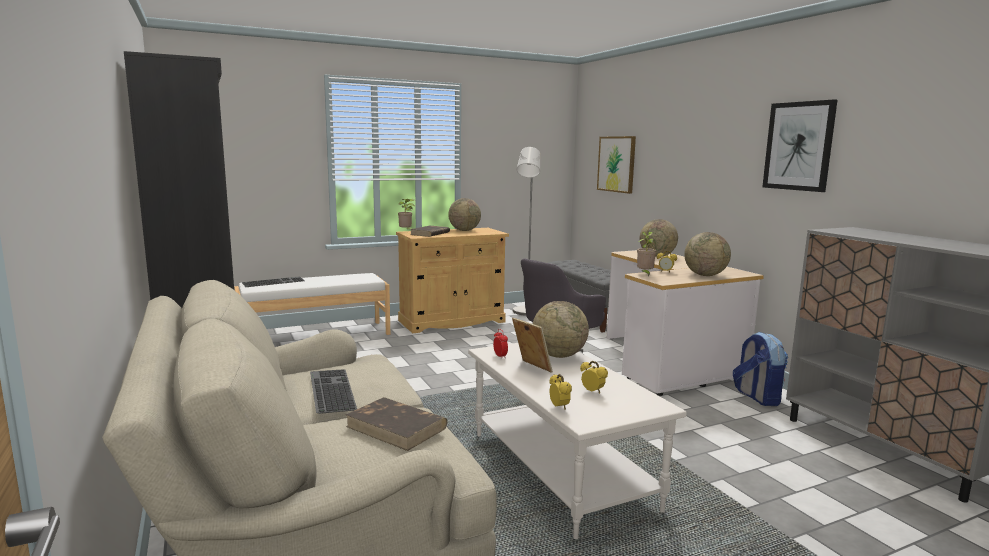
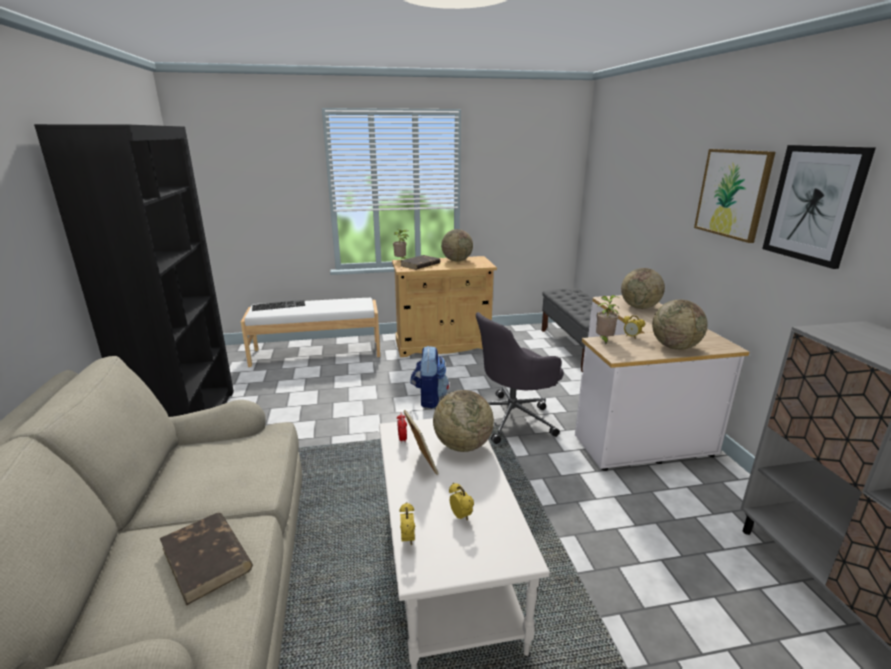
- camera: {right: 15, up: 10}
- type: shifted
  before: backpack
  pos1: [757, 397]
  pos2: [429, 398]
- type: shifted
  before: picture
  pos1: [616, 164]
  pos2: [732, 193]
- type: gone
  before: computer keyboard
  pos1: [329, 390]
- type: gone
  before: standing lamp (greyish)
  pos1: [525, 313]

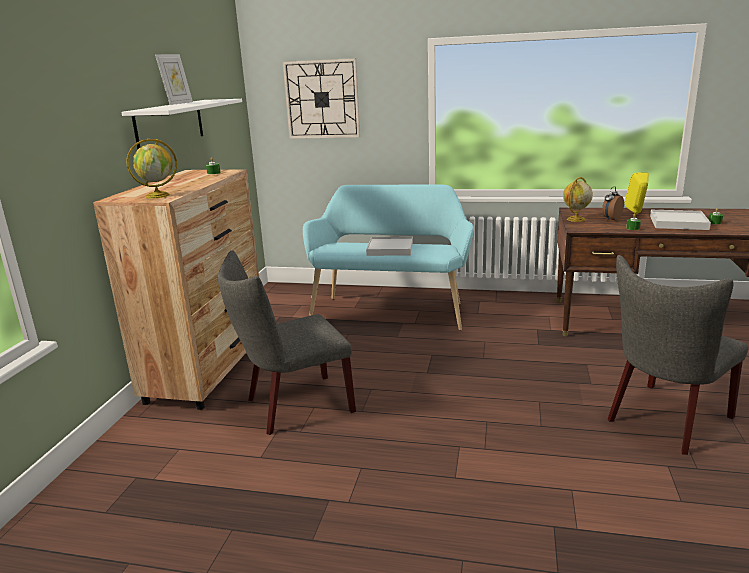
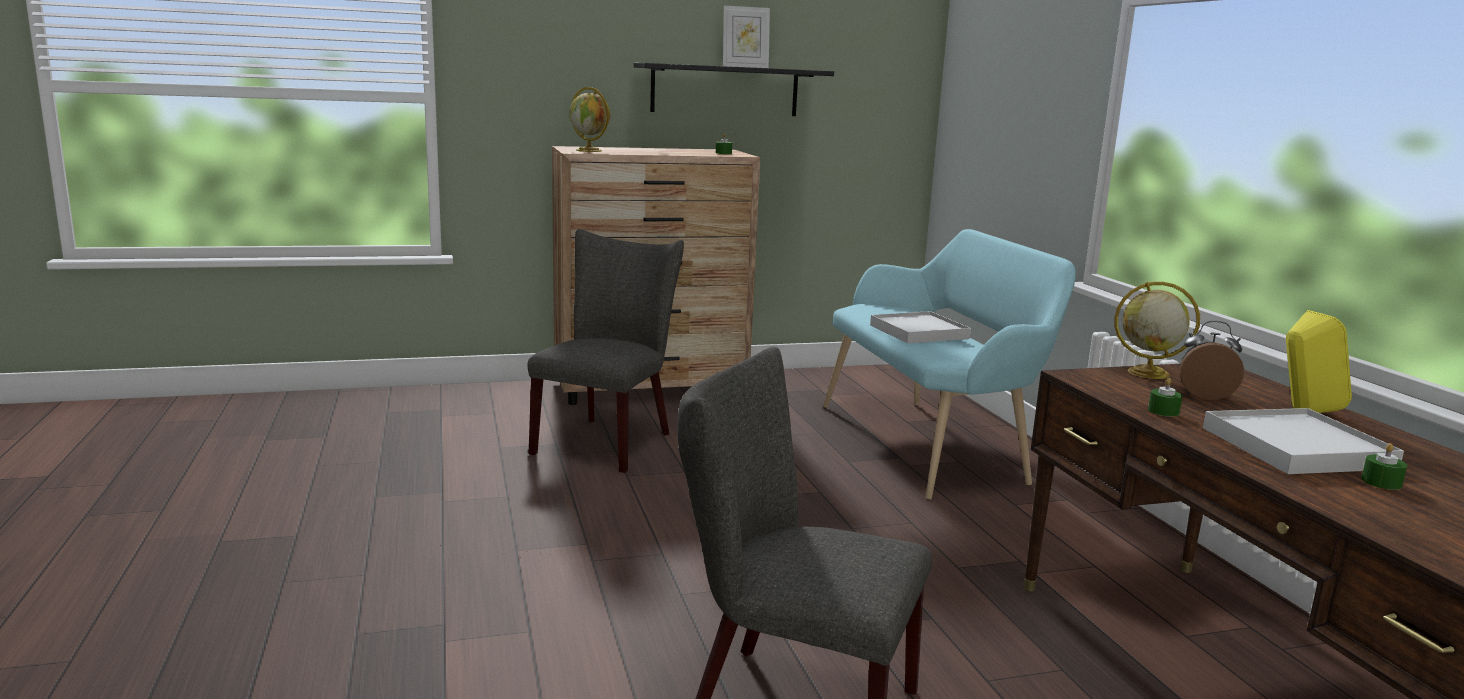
- camera: {right: 60, up: -5}
- type: rotated
  before: plain chair (greyish)
  pos1: [293, 406]
  pos2: [608, 440]
  turn: 75
- type: repainted
  before: bracket shelf (white)
  after: bracket shelf (black-coloured)
  pos1: [170, 124]
  pos2: [725, 90]
- type: gone
  before: wall clock
  pos1: [322, 99]

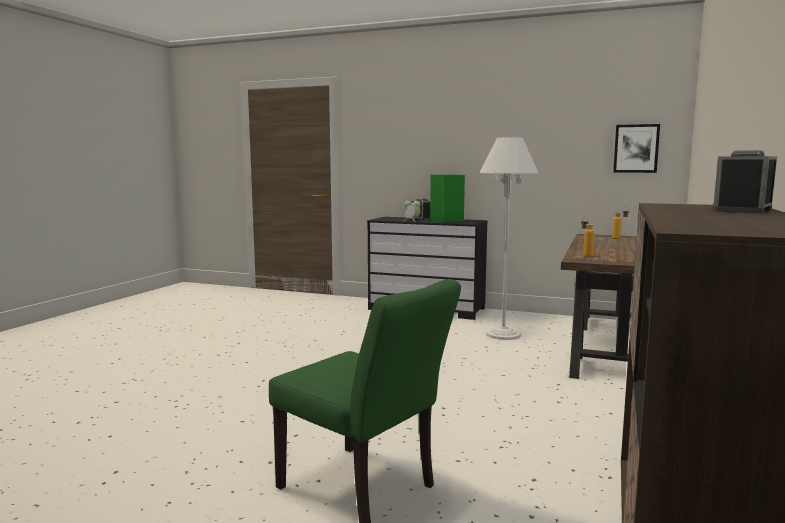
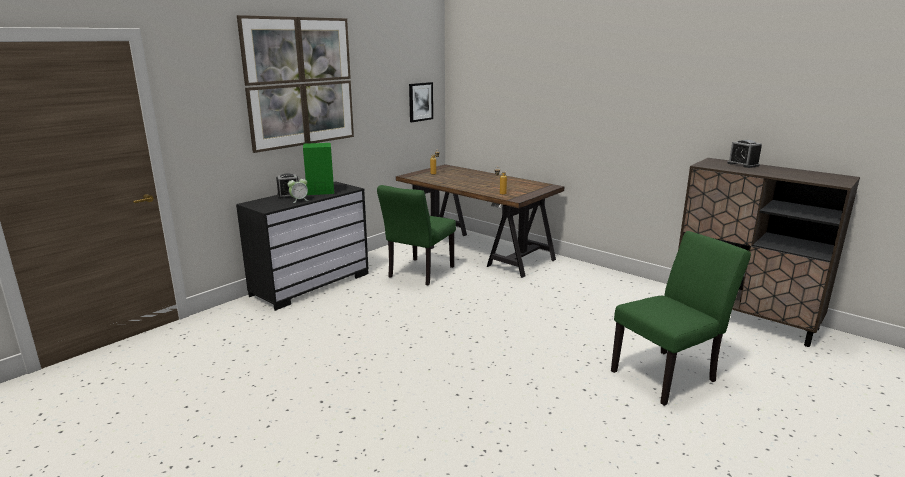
- camera: {right: -70, up: 10}
- type: new
  after: picture
  pos2: [300, 82]
- type: swapped
  before: standing lamp (white)
  after: plain chair (greenish)
  pos1: [503, 334]
  pos2: [418, 273]

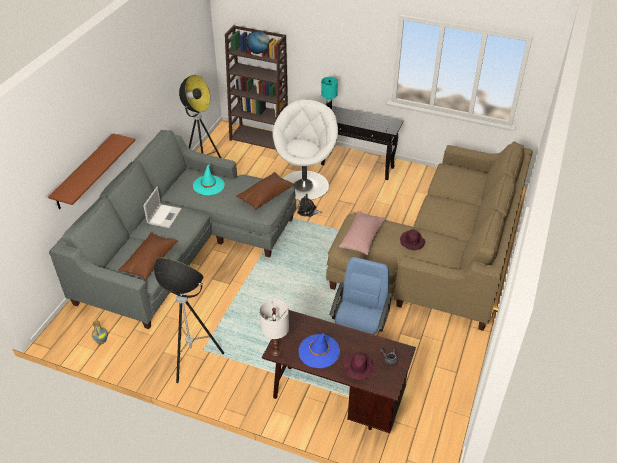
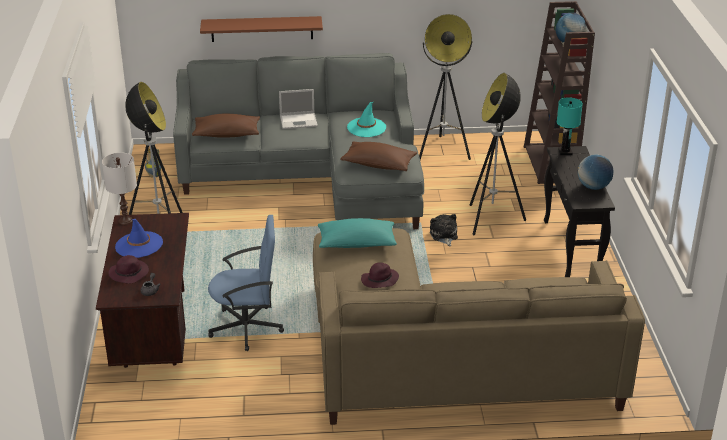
- camera: {right: 65, up: -10}
- type: repainted
  before: throw pillow (pinkish)
  after: throw pillow (turquoise)
  pos1: [362, 238]
  pos2: [356, 244]
- type: swapped
  before: armchair (white)
  after: standing lamp
  pos1: [305, 184]
  pos2: [491, 220]
- type: new
  after: world globe
  pos2: [593, 187]

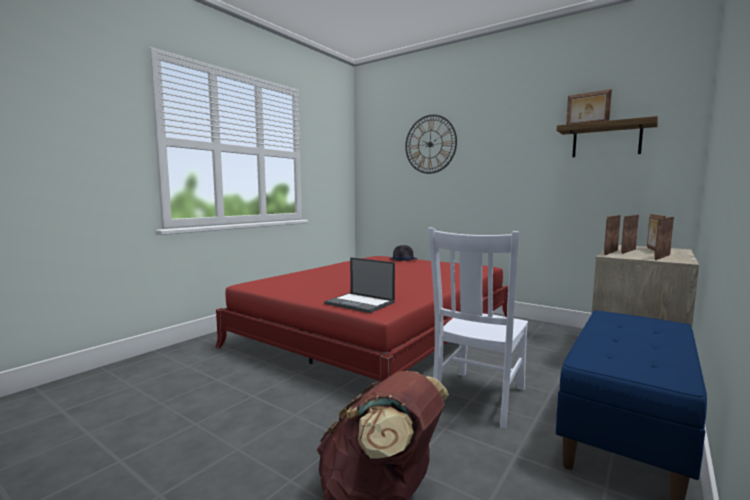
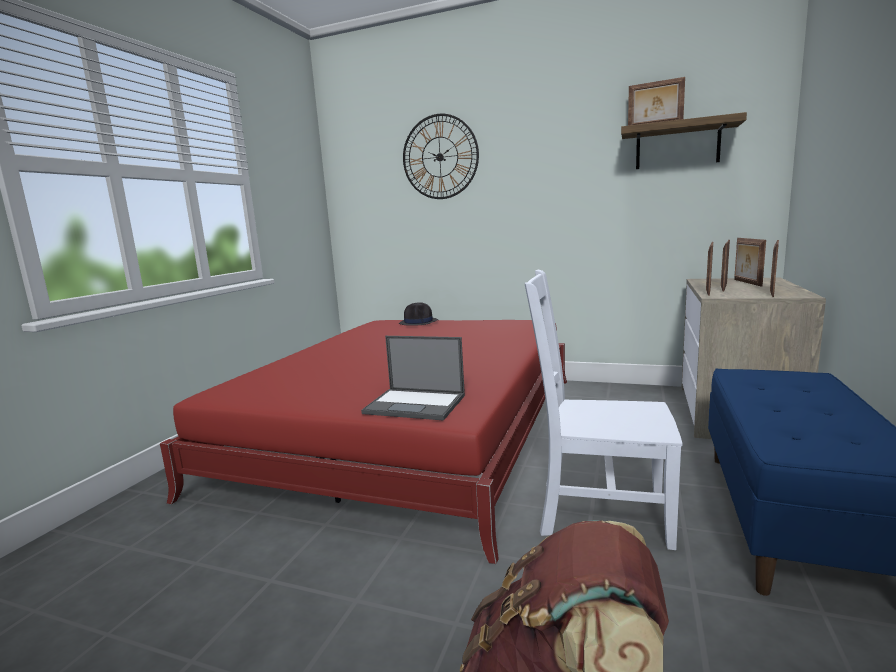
- camera: {right: -15, up: 5}
- type: rotated
  before: plain chair (white)
  pos1: [478, 399]
  pos2: [598, 511]
  turn: 90

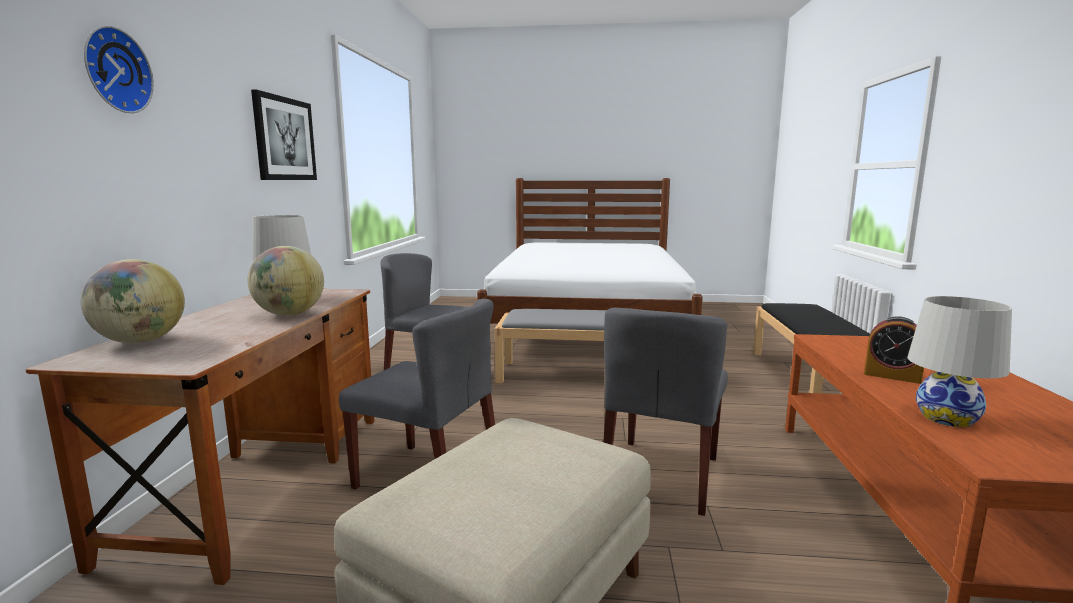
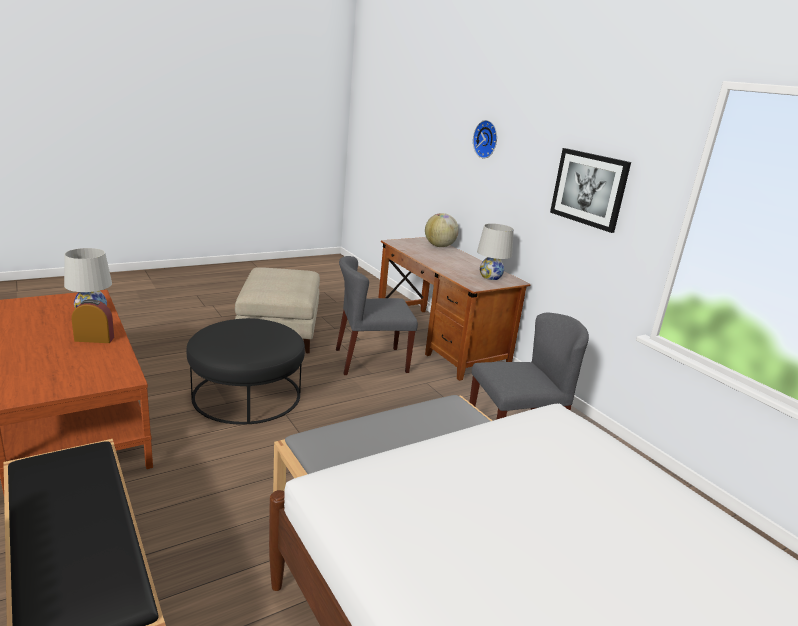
- camera: {right: 140, up: 10}
- type: swapped
  before: plain chair (greyish)
  after: pouffe (black-coloured)
  pos1: [661, 475]
  pos2: [247, 394]
- type: gone
  before: world globe
  pos1: [289, 314]

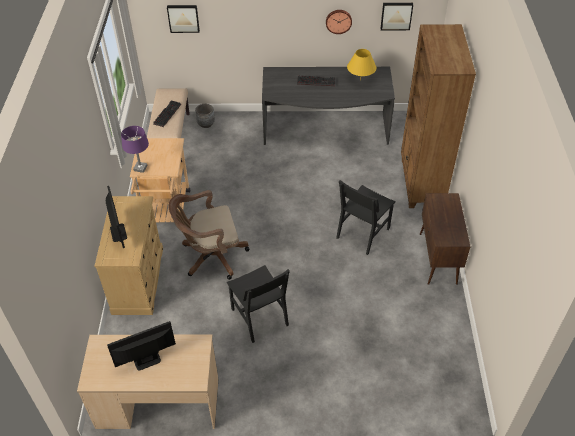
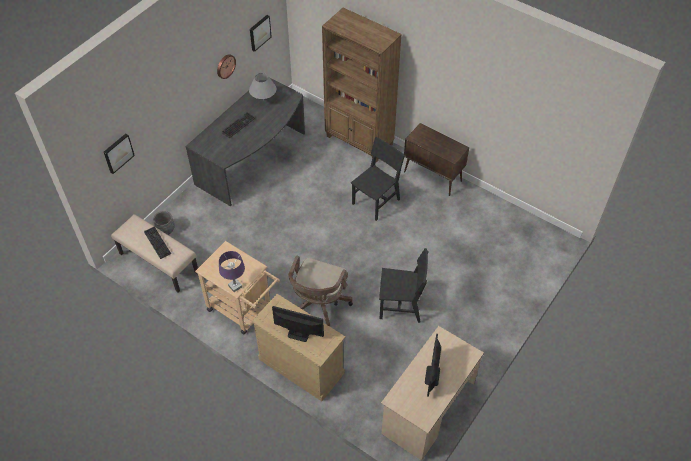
- camera: {right: -55, up: 5}
- type: repainted
  before: table lamp (yellowish)
  after: table lamp (greyish)
  pos1: [360, 80]
  pos2: [263, 100]
- type: rotated
  before: plain chair (black-coloured)
  pos1: [363, 233]
  pos2: [376, 201]
  turn: -120

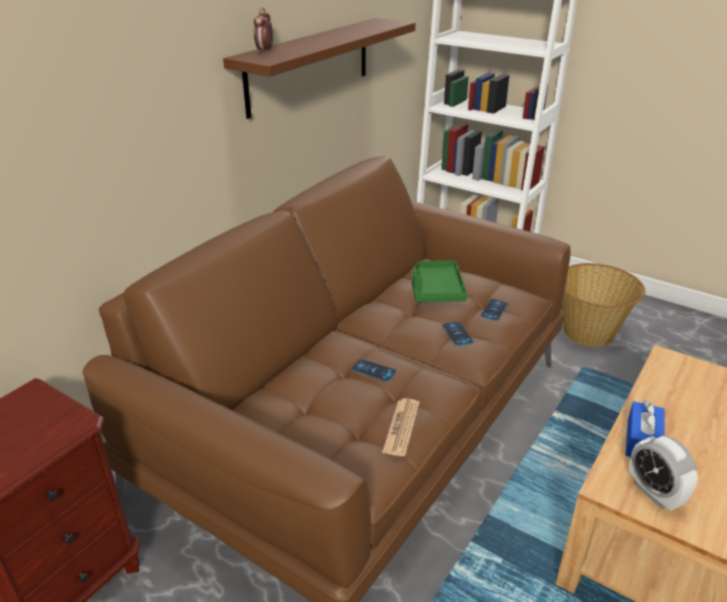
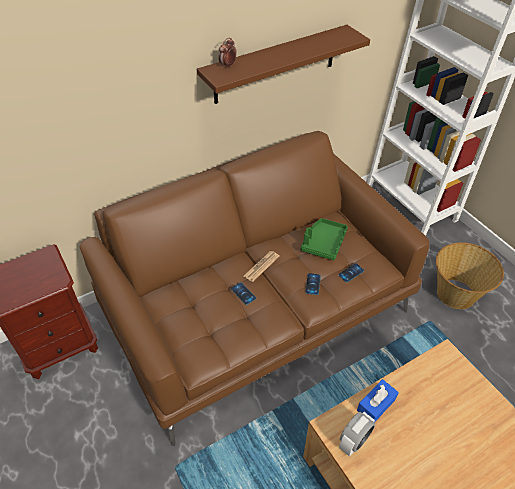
- camera: {right: 25, up: 15}
- type: shifted
  before: printed paper
  pos1: [401, 427]
  pos2: [261, 266]
- type: rotated
  before: bedside clock
  pos1: [654, 493]
  pos2: [354, 441]
  turn: -135

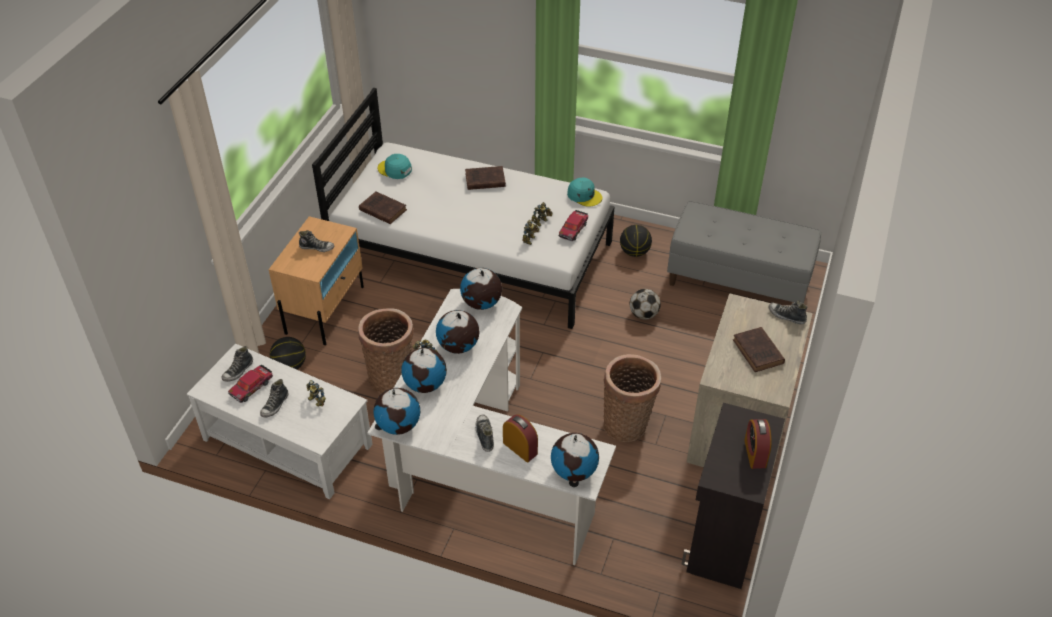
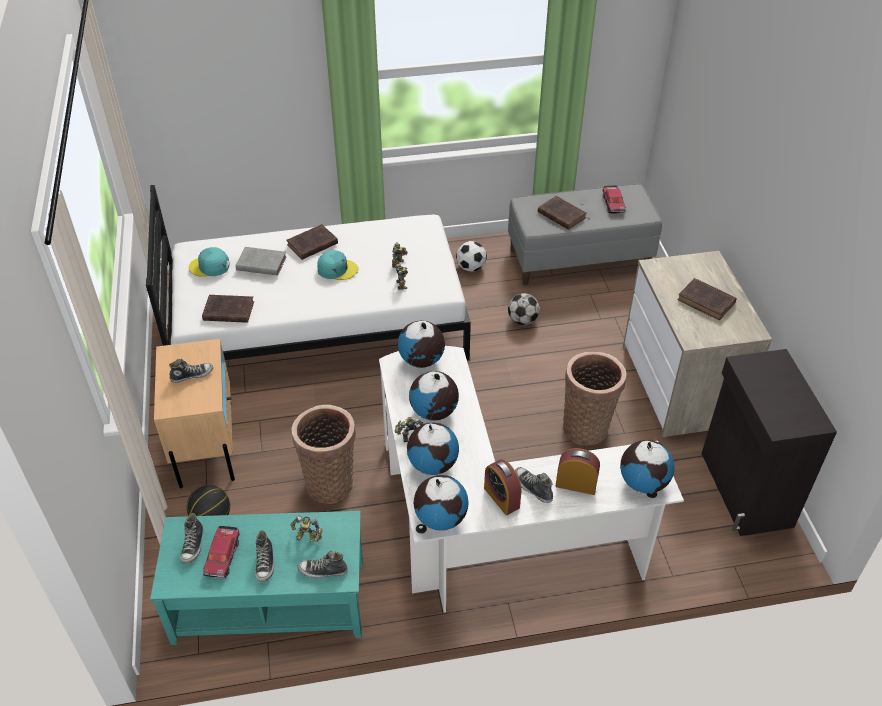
- camera: {right: -30, up: 0}
- type: repainted
  before: low table (white)
  after: low table (turquoise)
  pos1: [289, 441]
  pos2: [270, 599]
- type: new
  after: volume (greyish)
  pos2: [260, 264]
- type: shifted
  before: item of footwear
  pos1: [786, 316]
  pos2: [323, 571]
- type: shifted
  before: peaked cap (turquoise)
  pos1: [584, 195]
  pos2: [337, 269]
- type: swapped
  before: ball for basketball
  after: football
  pos1: [634, 252]
  pos2: [471, 267]
- type: shifted
  before: bedside clock
  pos1: [755, 453]
  pos2: [501, 497]
- type: new
  after: volume (brownish)
  pos2: [560, 214]
- type: shifted
  before: model car
  pos1: [573, 229]
  pos2: [613, 203]

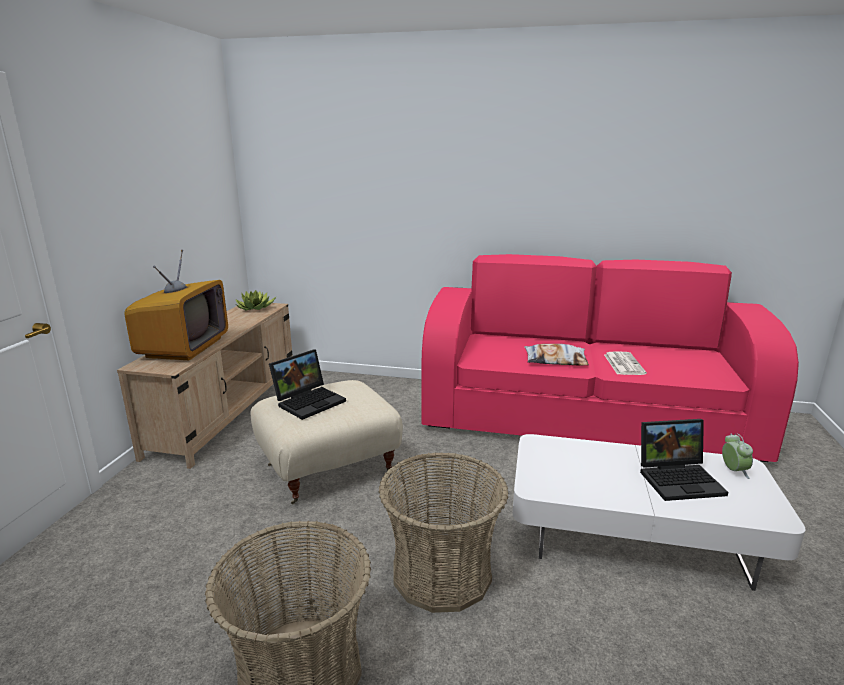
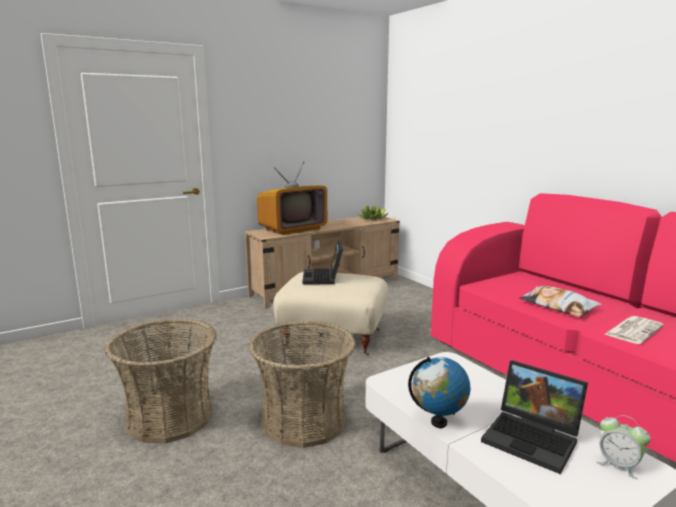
- camera: {right: 45, up: -5}
- type: rotated
  before: laptop
  pos1: [310, 401]
  pos2: [323, 277]
  turn: 90
- type: new
  after: world globe
  pos2: [438, 422]
- type: rotated
  before: bedside clock
  pos1: [733, 471]
  pos2: [618, 465]
  turn: 90

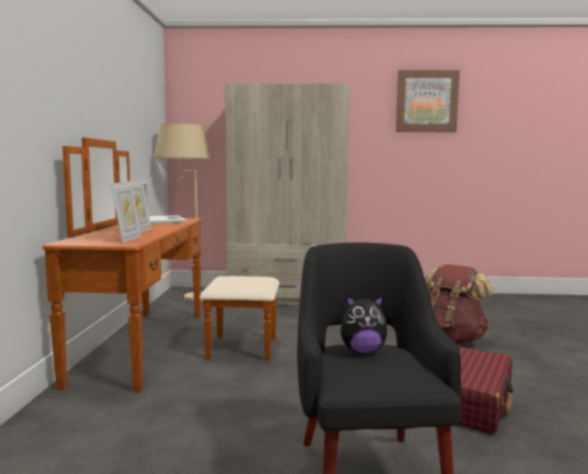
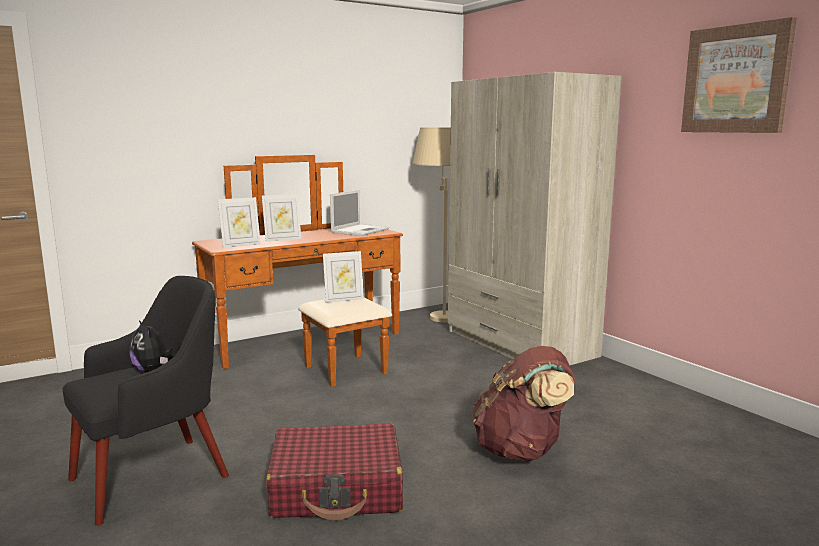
- camera: {right: 55, up: 5}
- type: new
  after: photo frame
  pos2: [344, 300]

